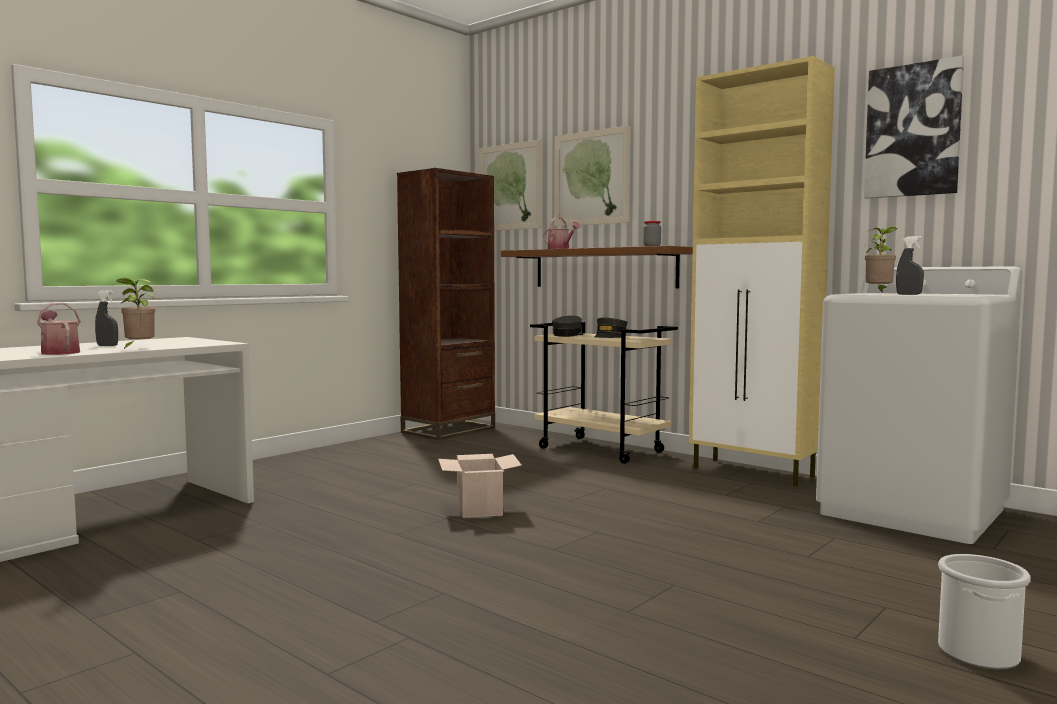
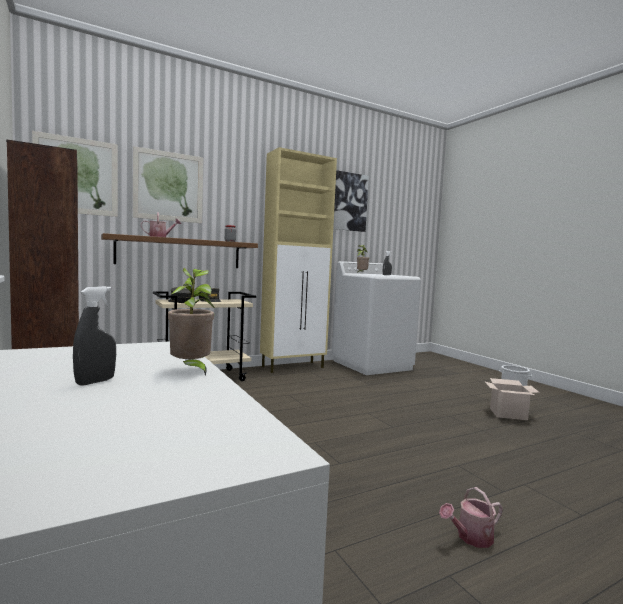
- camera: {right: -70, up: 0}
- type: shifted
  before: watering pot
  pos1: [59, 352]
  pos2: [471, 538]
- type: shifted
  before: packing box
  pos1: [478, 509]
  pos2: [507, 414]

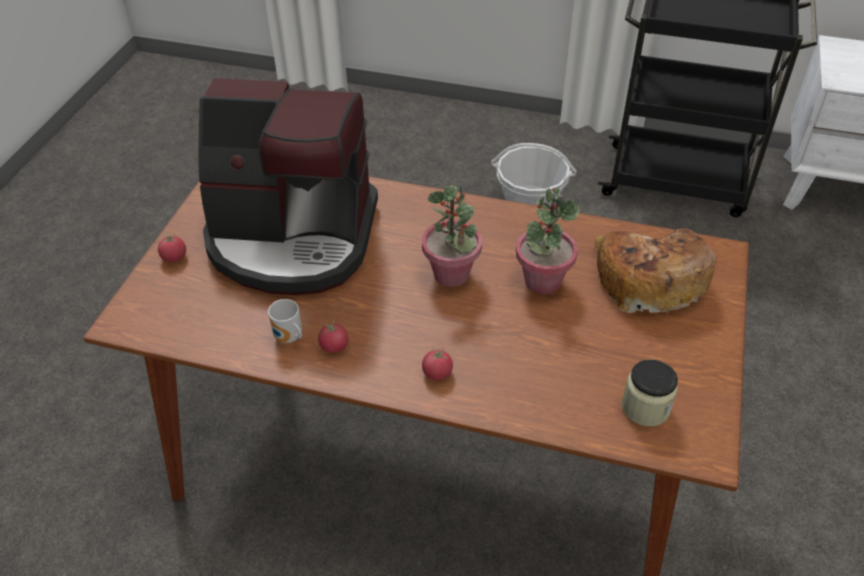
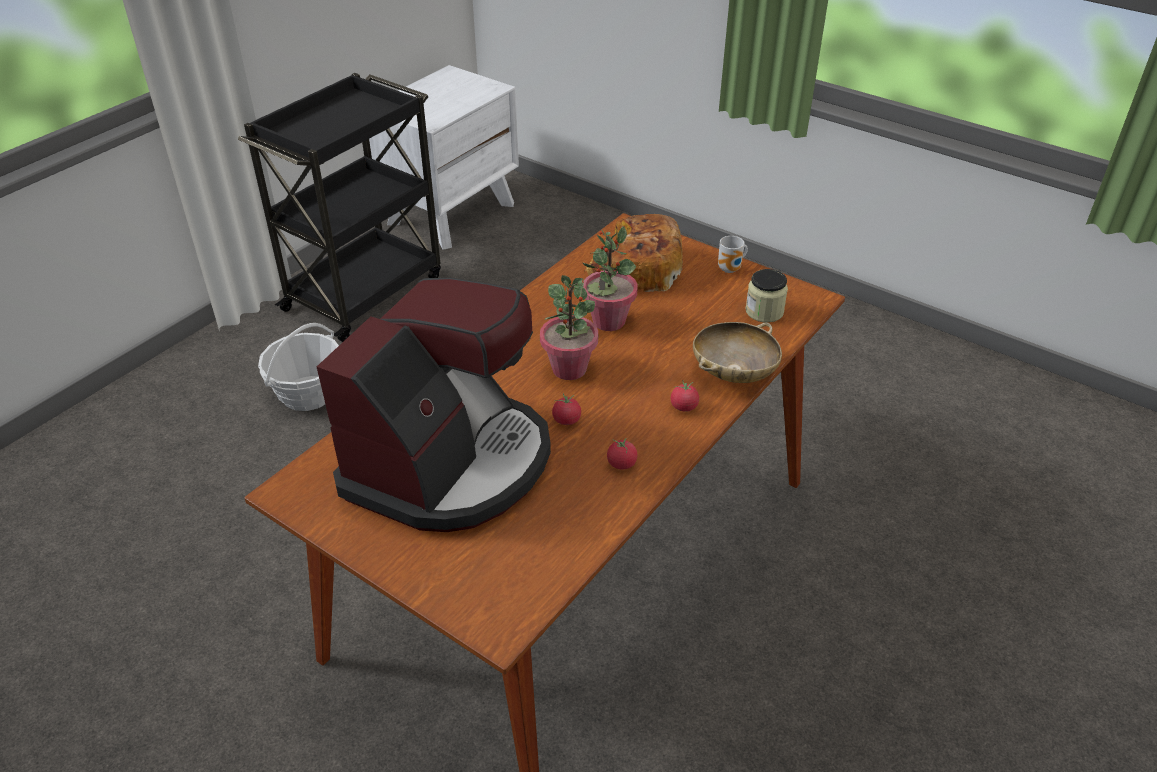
- camera: {right: -70, up: -5}
- type: shifted
  before: tomato
  pos1: [174, 257]
  pos2: [566, 420]
- type: new
  after: bowl (sand-coloured)
  pos2: [733, 373]
- type: shifted
  before: mug
  pos1: [288, 338]
  pos2: [731, 269]

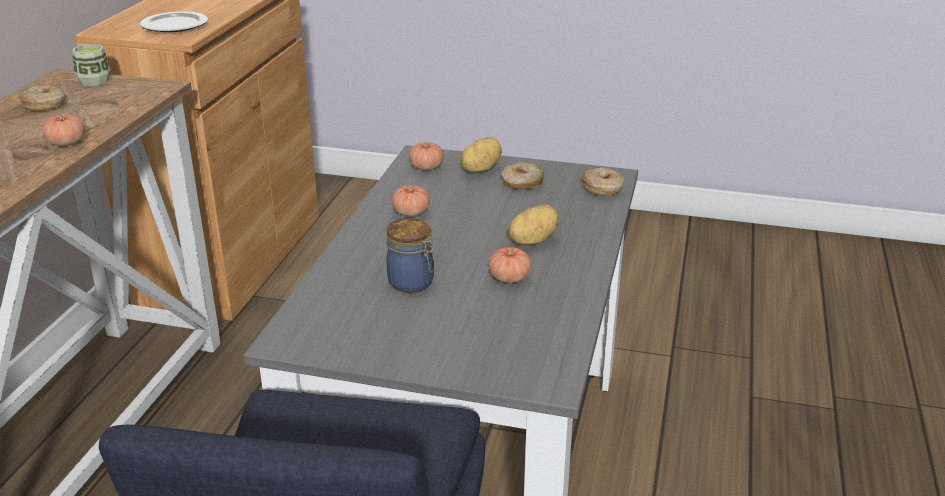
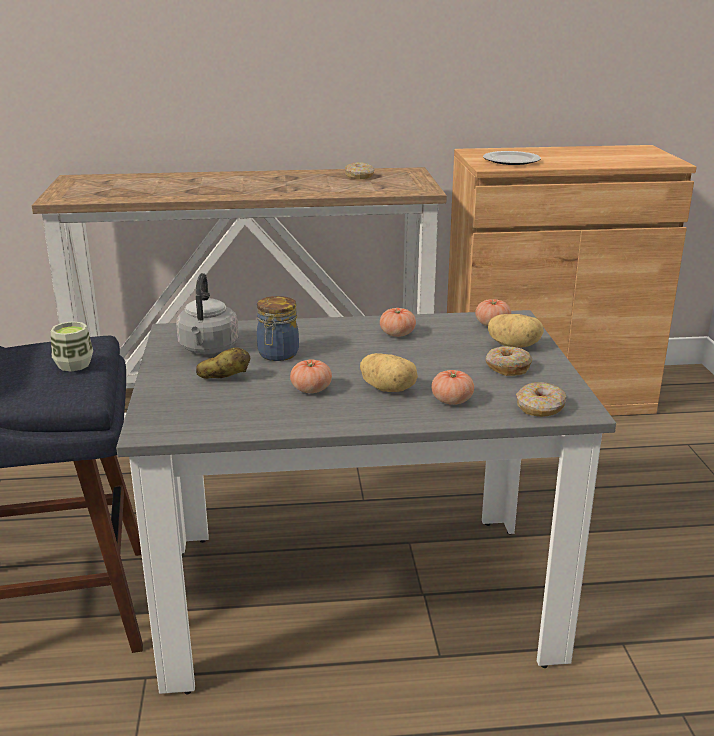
- camera: {right: 70, up: -5}
- type: shifted
  before: drinking cup
  pos1: [94, 81]
  pos2: [74, 365]
- type: new
  after: water kettle (greyish)
  pos2: [208, 349]
- type: new
  after: whole potato
  pos2: [224, 378]
- type: shifted
  before: tomato
  pos1: [66, 143]
  pos2: [452, 400]

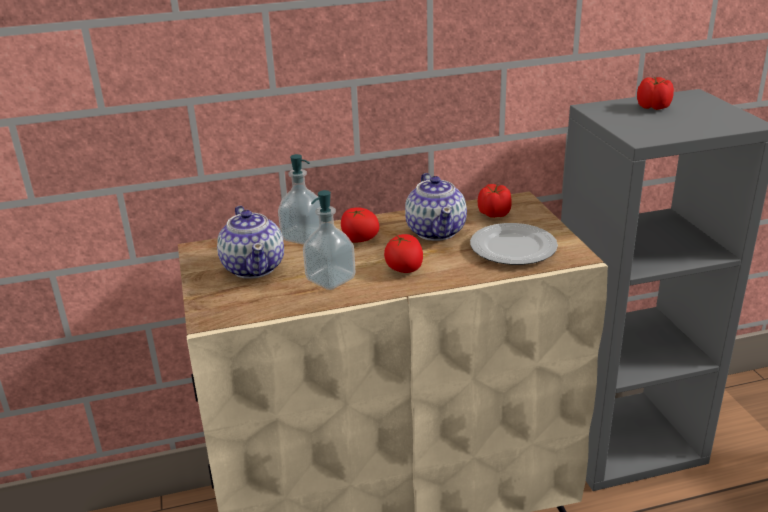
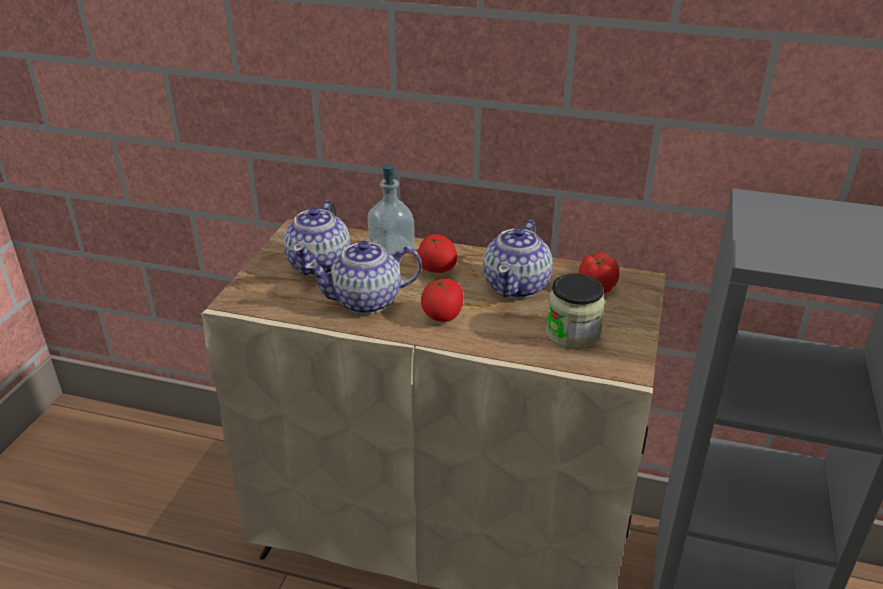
- camera: {right: 30, up: 5}
- type: swapped
  before: liquid soap bottle
  after: tea pot
  pos1: [330, 279]
  pos2: [367, 301]
- type: swapped
  before: plate
  after: storage jar
  pos1: [513, 248]
  pos2: [572, 334]
- type: gone
  before: tomato
  pos1: [653, 108]

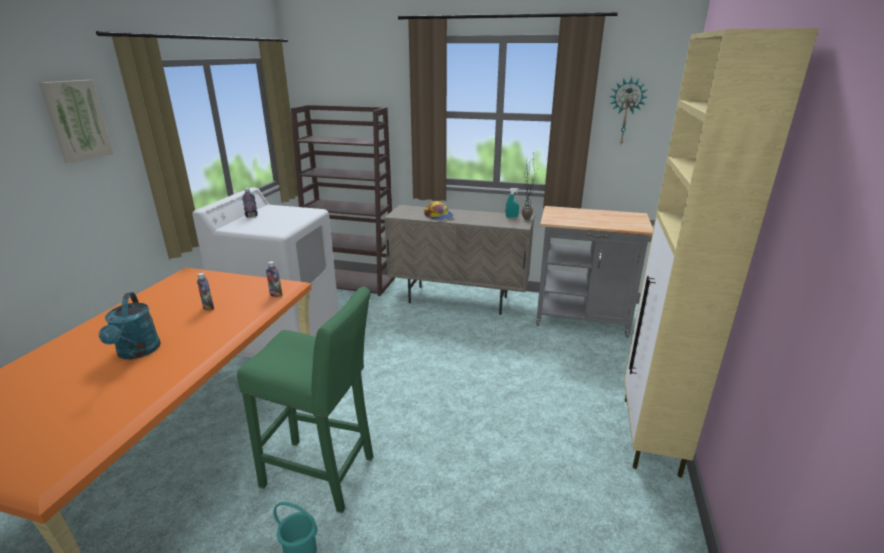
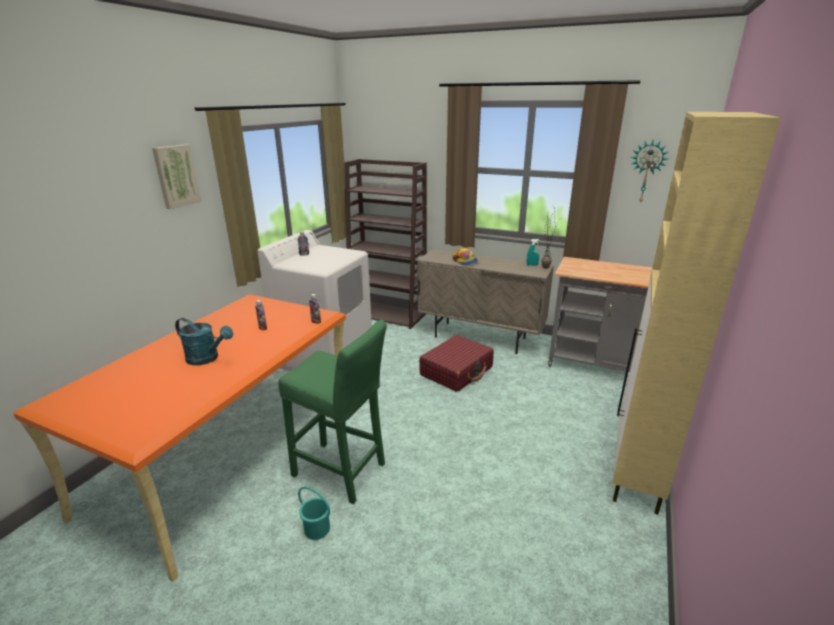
- camera: {right: 10, up: 0}
- type: rotated
  before: watering pot (turquoise)
  pos1: [137, 352]
  pos2: [207, 358]
  turn: -60
- type: new
  after: travel case (reddish)
  pos2: [457, 371]

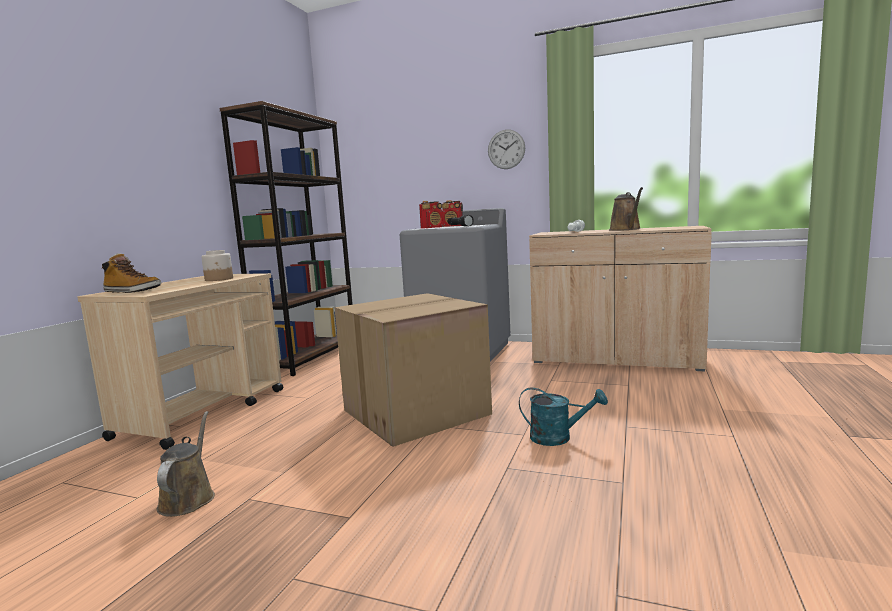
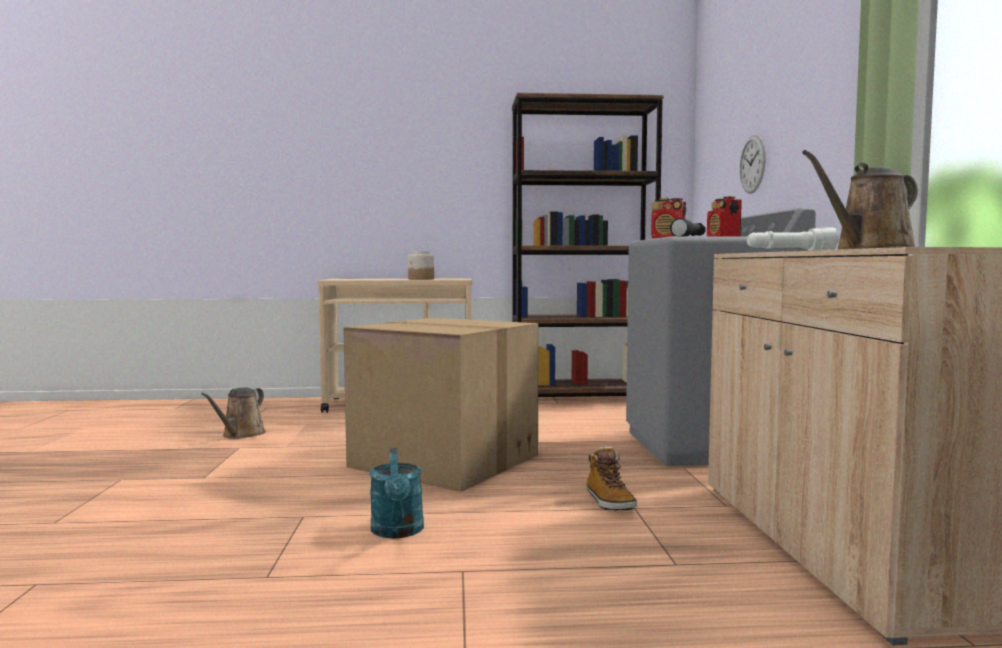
- camera: {right: 65, up: -5}
- type: rotated
  before: watering pot (brownish)
  pos1: [189, 498]
  pos2: [241, 434]
  turn: 135
- type: shifted
  before: high-top boot
  pos1: [132, 291]
  pos2: [609, 502]
- type: shifted
  before: wall clock
  pos1: [506, 149]
  pos2: [752, 164]

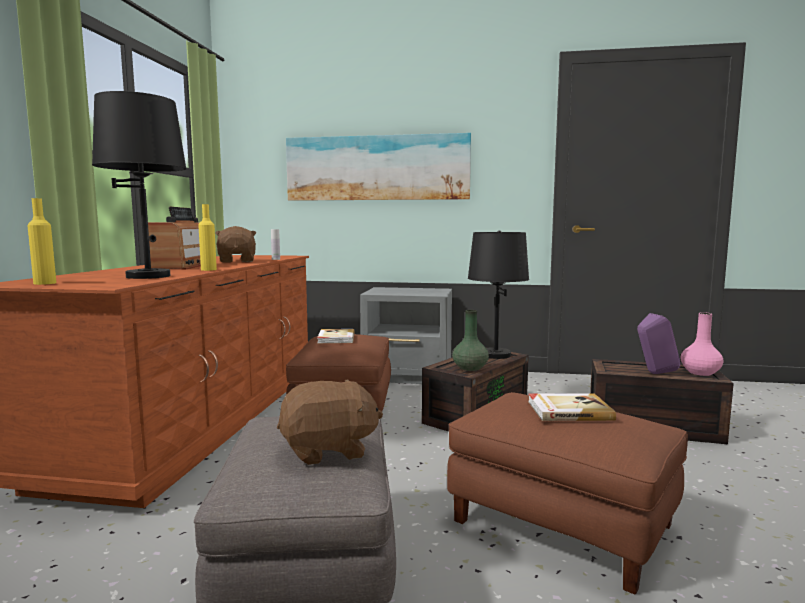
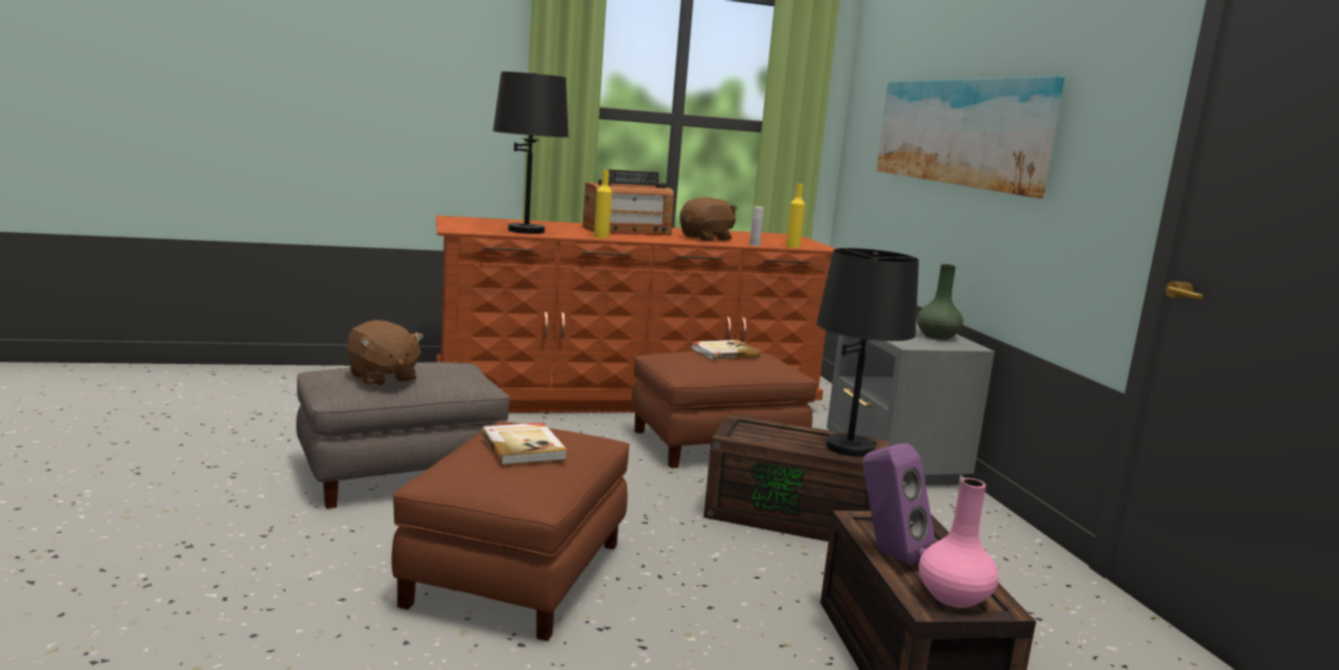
- camera: {right: 65, up: 5}
- type: shifted
  before: bottle (yellowish)
  pos1: [45, 283]
  pos2: [792, 246]
- type: shifted
  before: decorative vase (greenish)
  pos1: [470, 368]
  pos2: [937, 336]

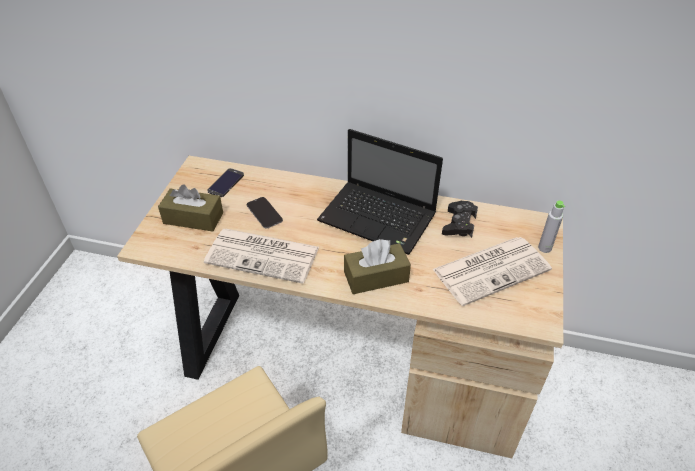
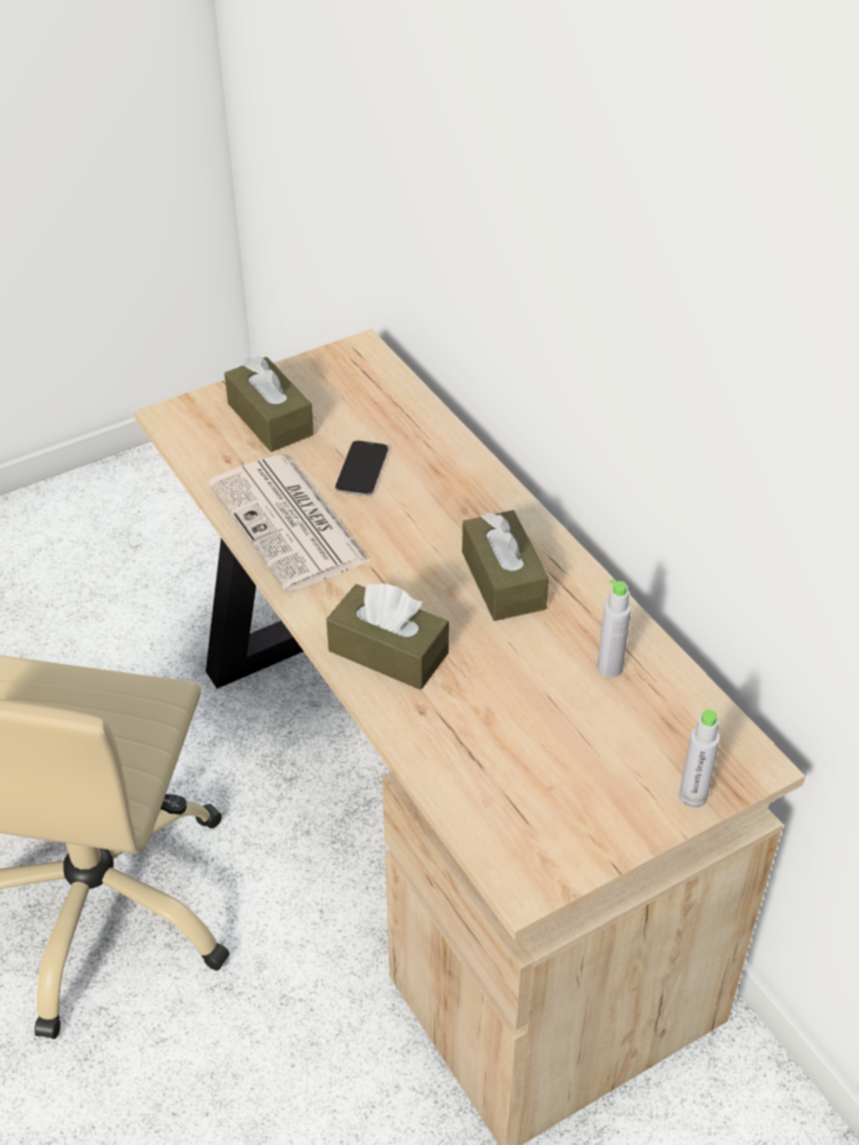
- camera: {right: 45, up: 0}
- type: swapped
  before: laptop
  after: tissue box (brownish)
  pos1: [379, 219]
  pos2: [503, 580]
- type: swapped
  before: joypad (black-coloured)
  after: bottle (greyish)
  pos1: [459, 224]
  pos2: [609, 668]
- type: gone
  before: handset
  pos1: [226, 183]
- type: gone
  before: printed paper
  pos1: [492, 269]

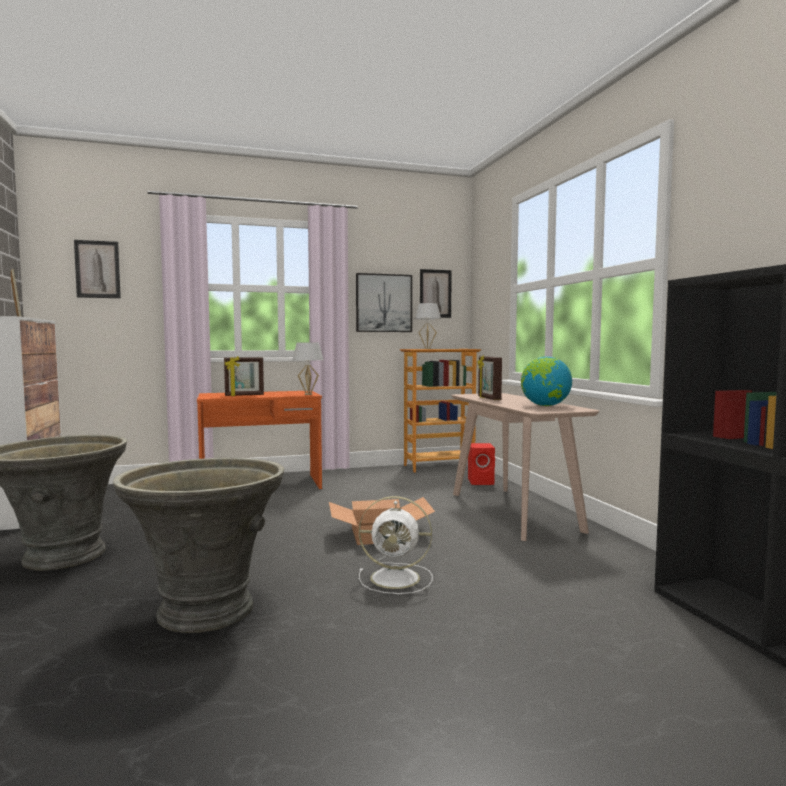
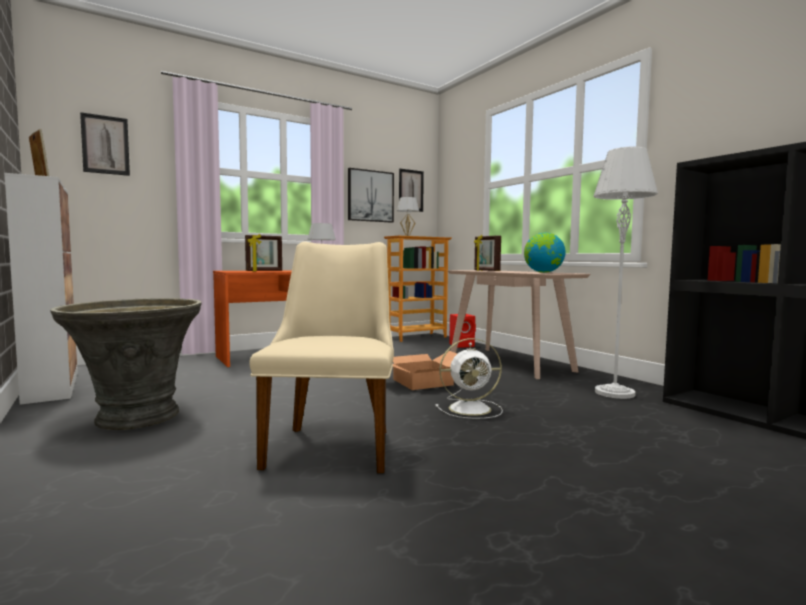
- camera: {right: -15, up: 0}
- type: swapped
  before: plant pot (greyish)
  after: plain chair (sand-coloured)
  pos1: [207, 610]
  pos2: [334, 443]
- type: new
  after: standing lamp (greyish)
  pos2: [614, 393]

